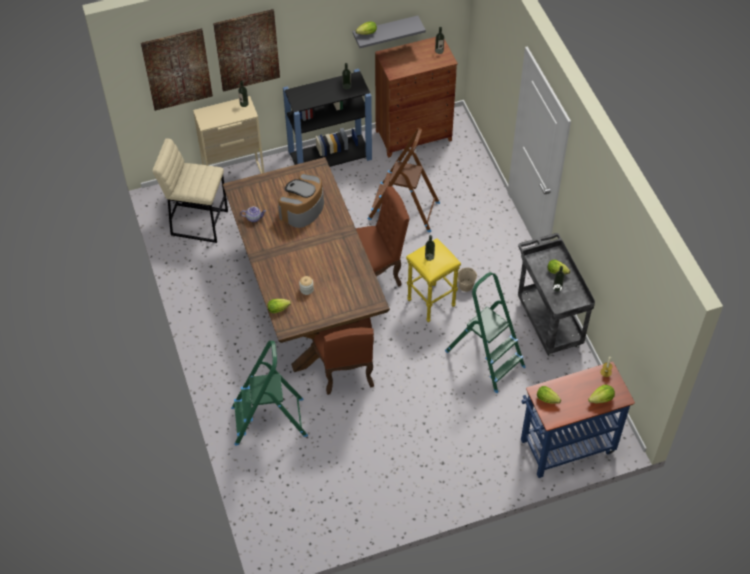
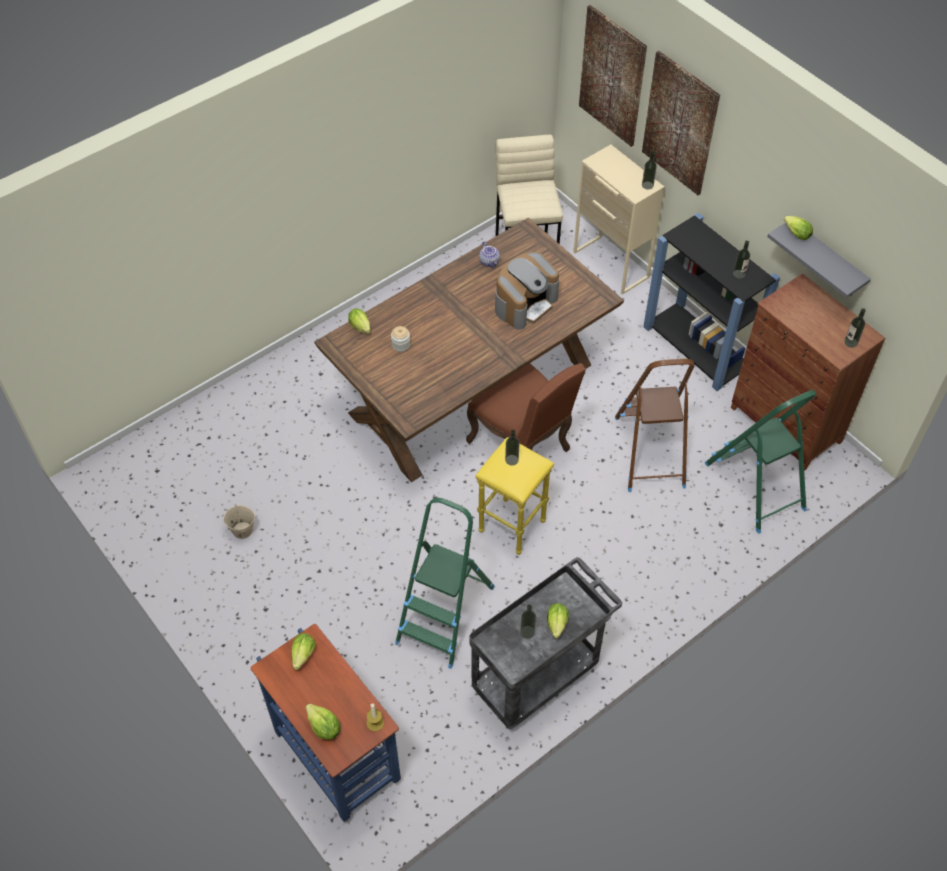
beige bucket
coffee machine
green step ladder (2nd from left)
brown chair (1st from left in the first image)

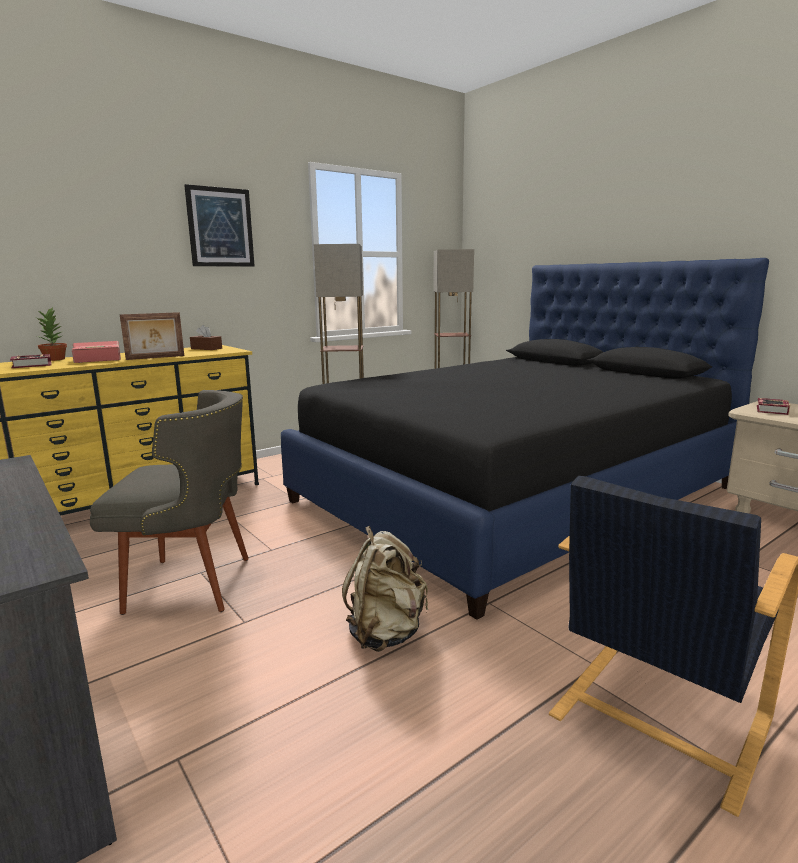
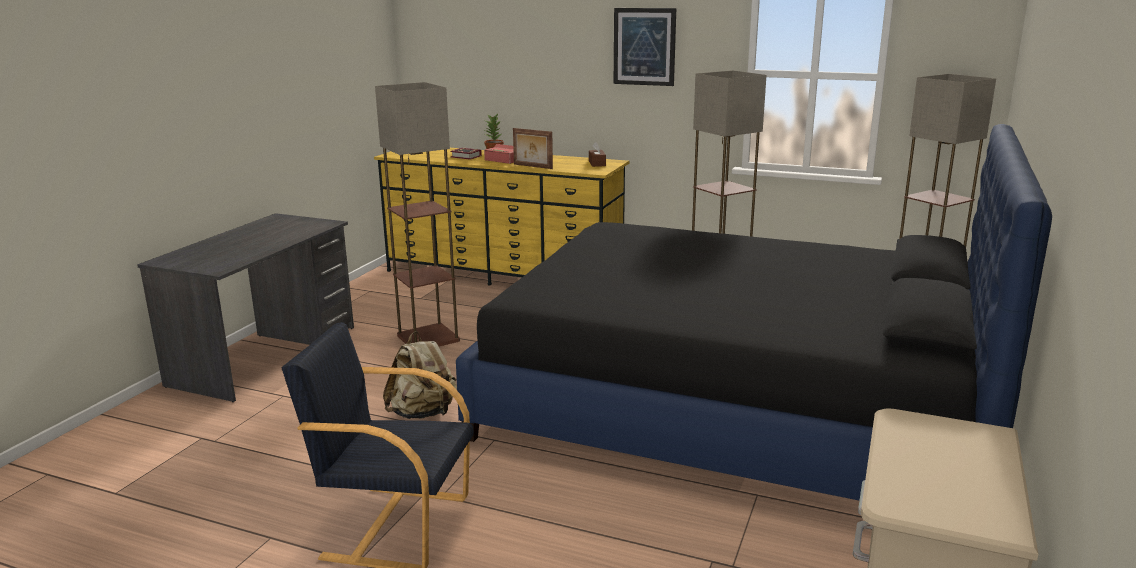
floor lamp (1st from left)
book (2nd from left in the first image)

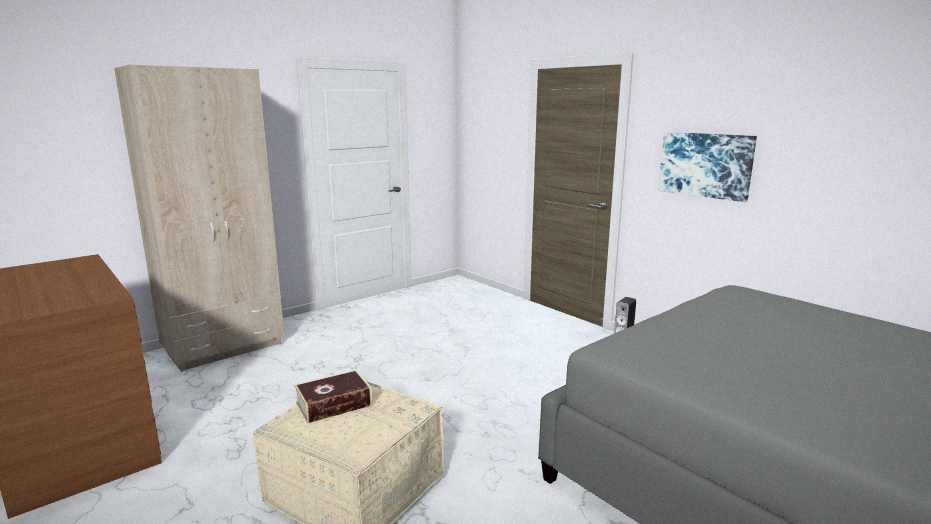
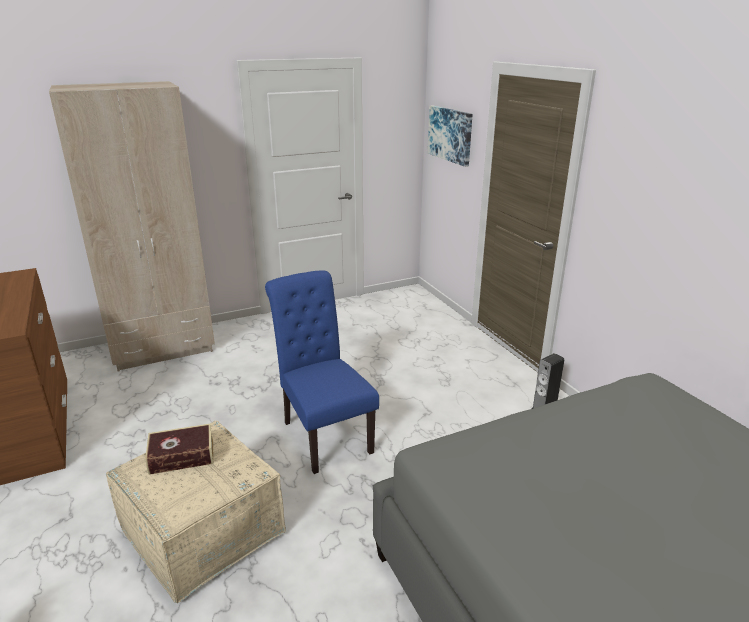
blue chair
picture

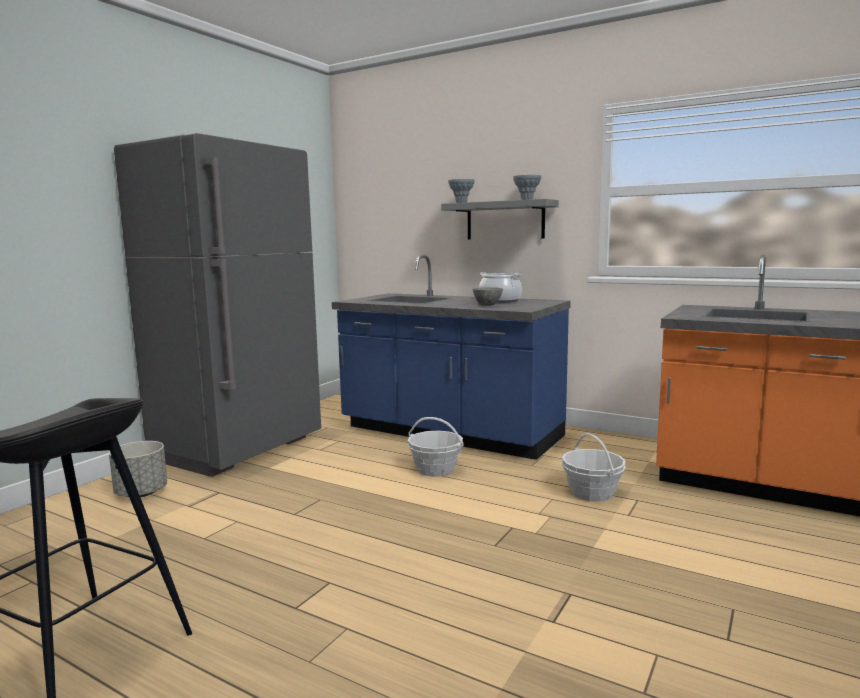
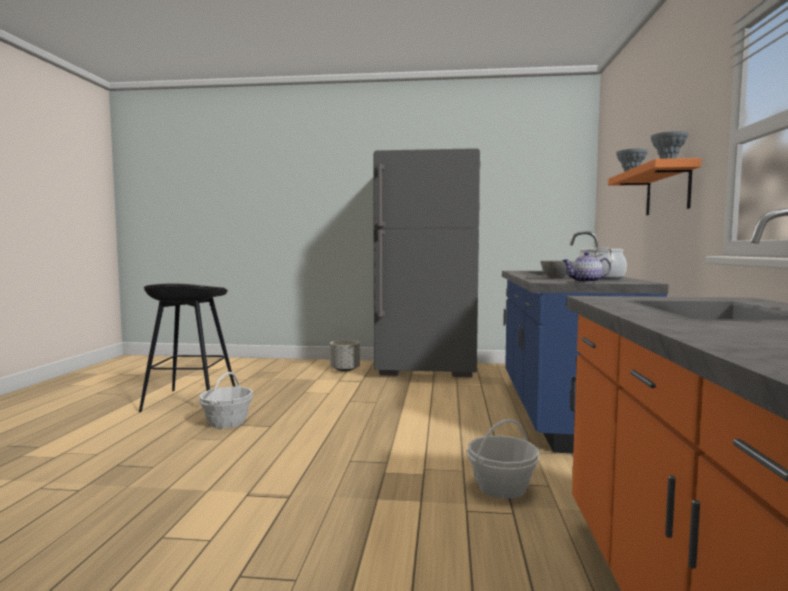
basket (1st from left)
teapot
orange shelf

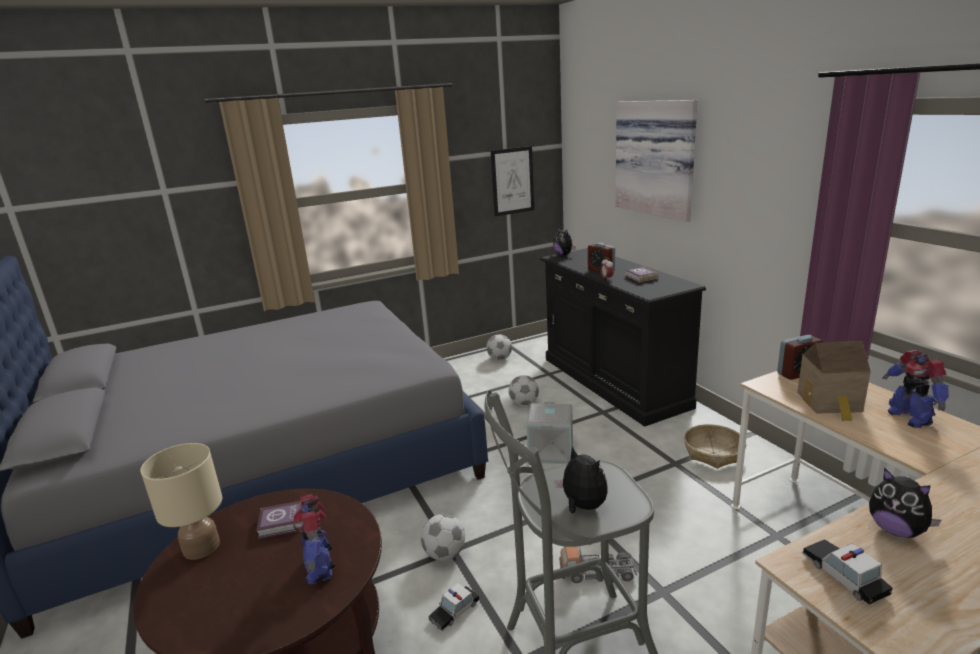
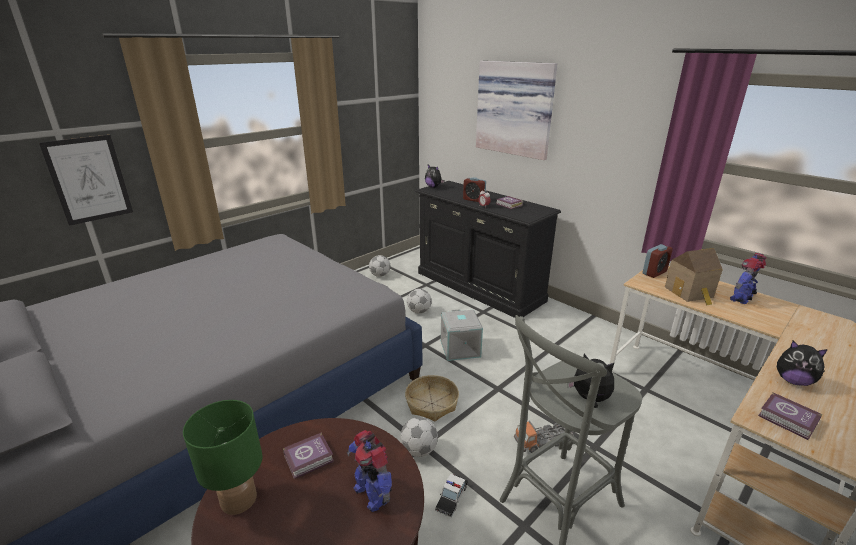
picture (1st from left)
green table lamp
basket
toy robot (2nd from left)
book (3rd from left)

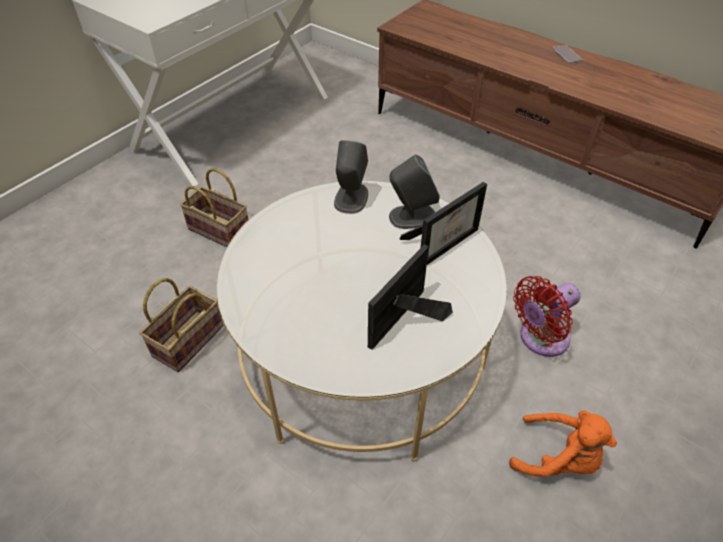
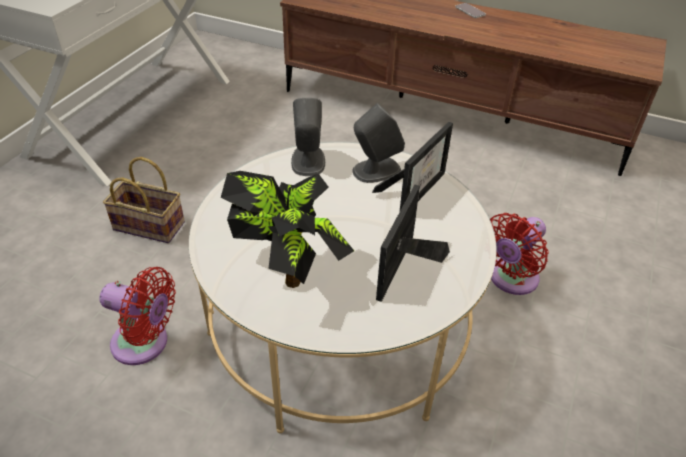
red fan (1st from left)
potted plant
orange plush toy

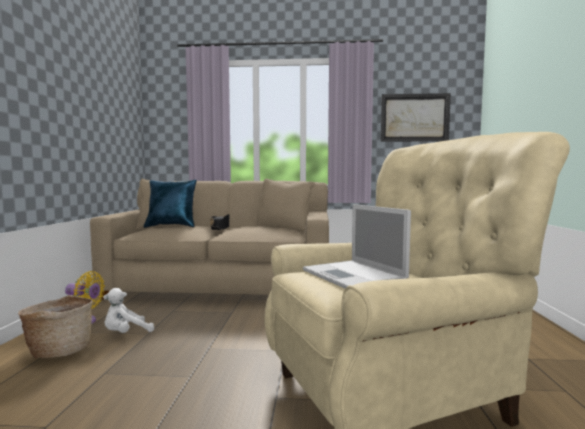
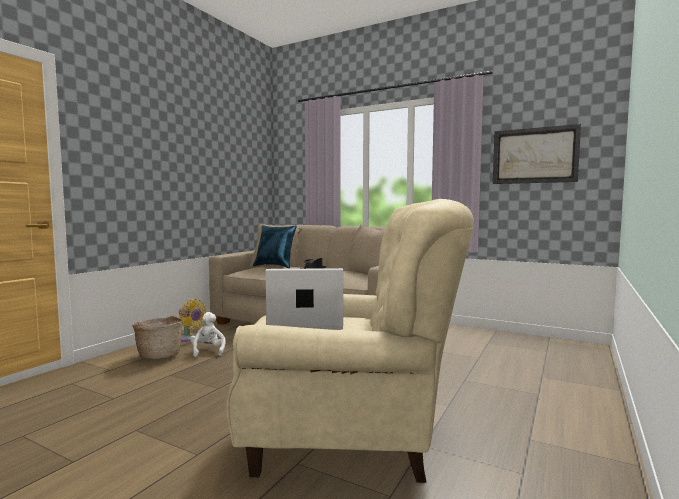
white plush toy
laptop

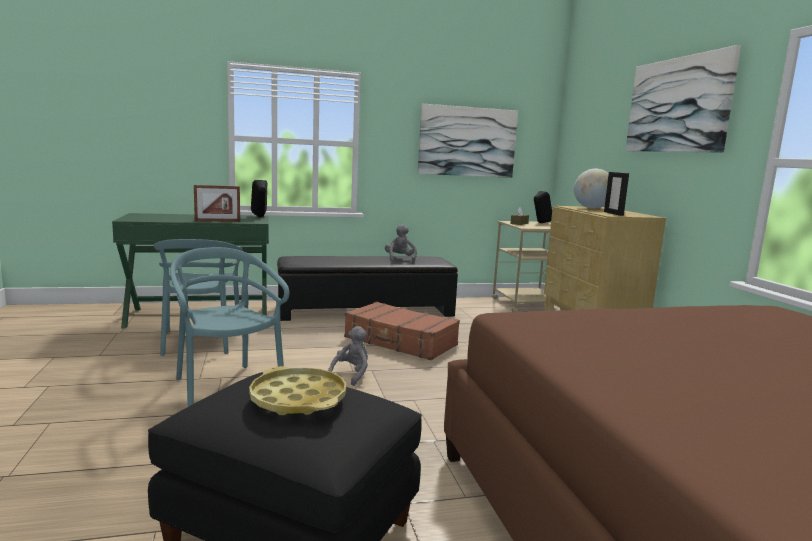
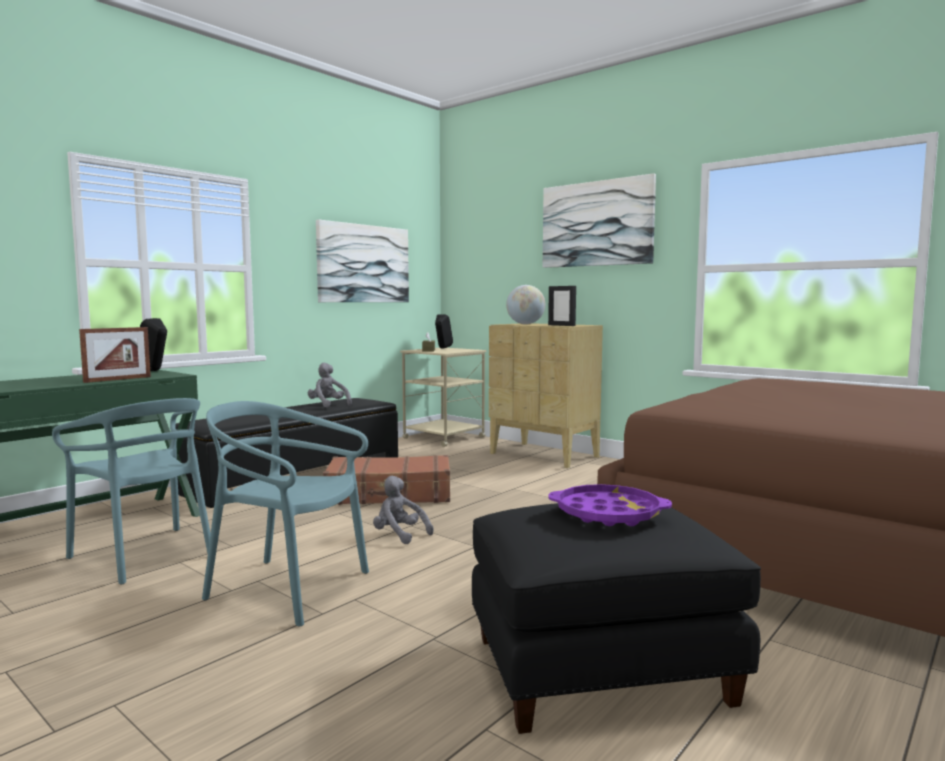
grey plush toy (2nd from left)
purple tray

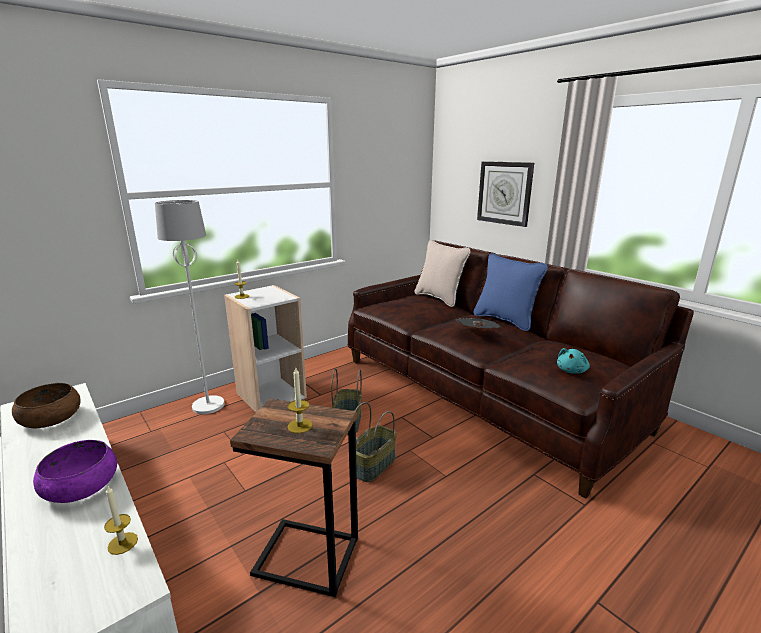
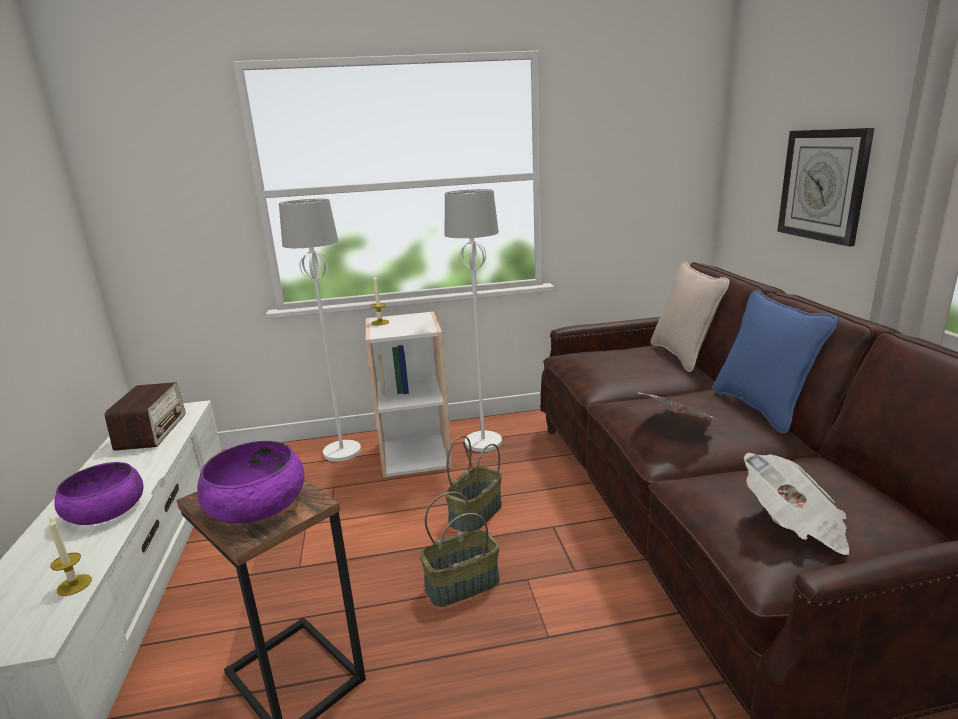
radio
purple bowl (2nd from left)
white floor lamp (2nd from left)
newspaper (2nd from left)

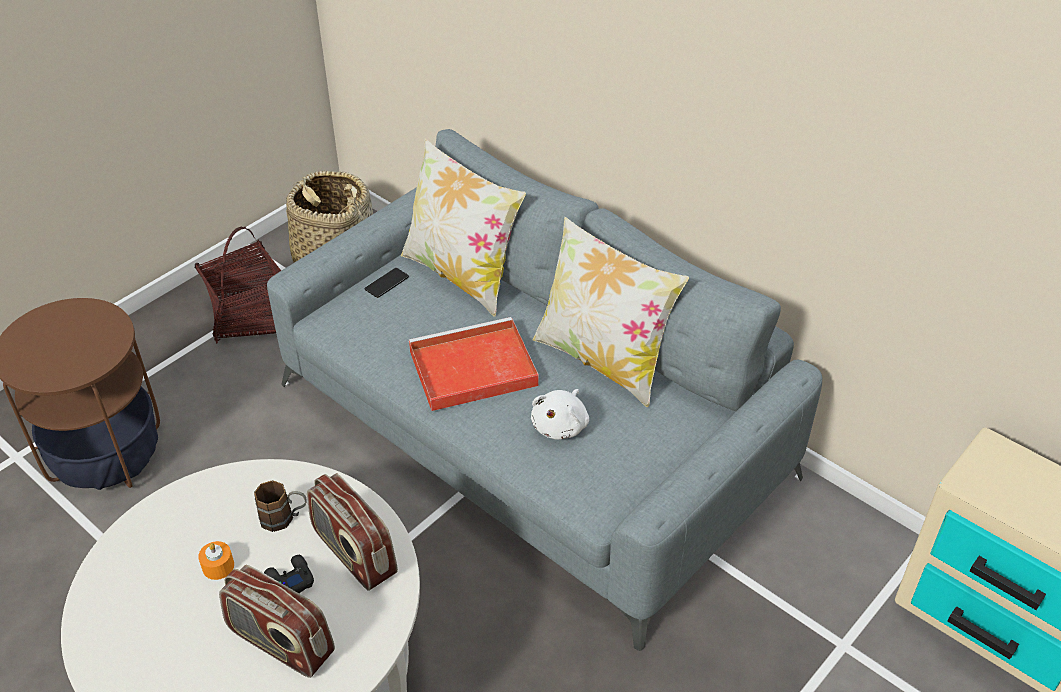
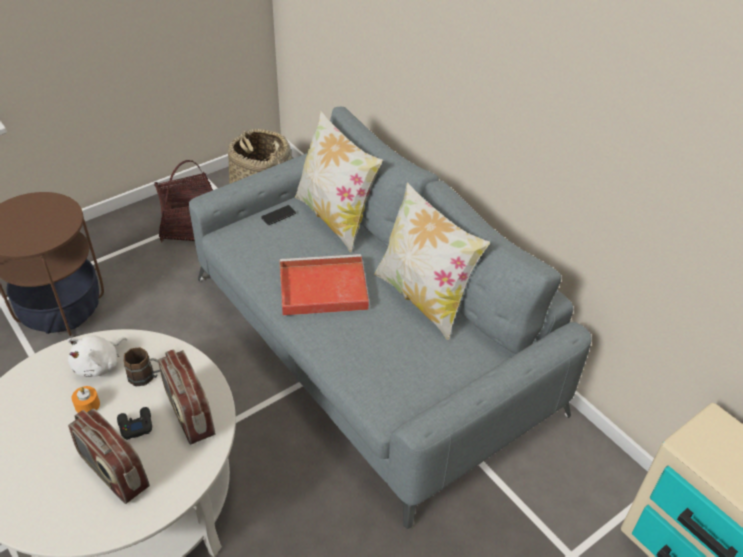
white plush toy

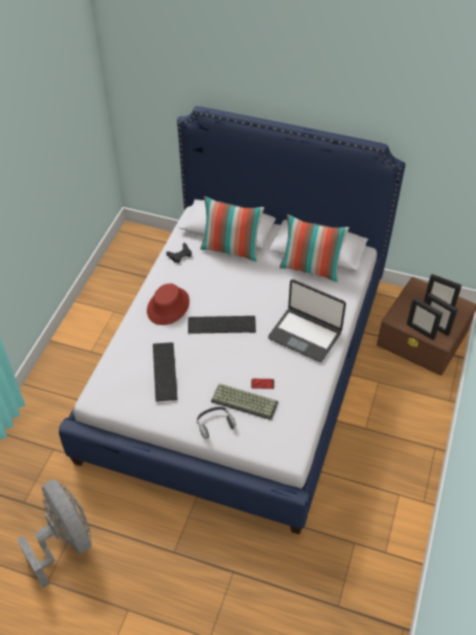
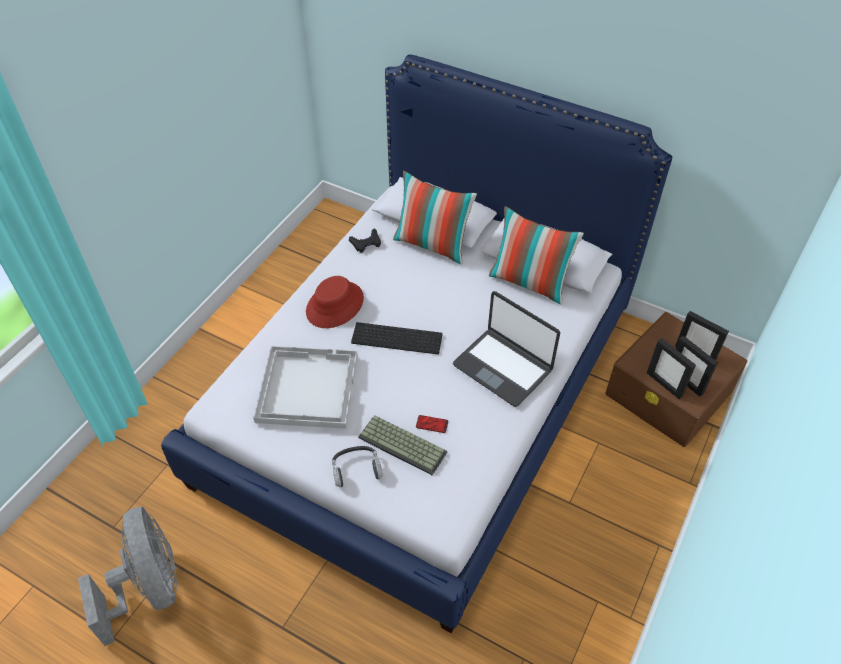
white tray

